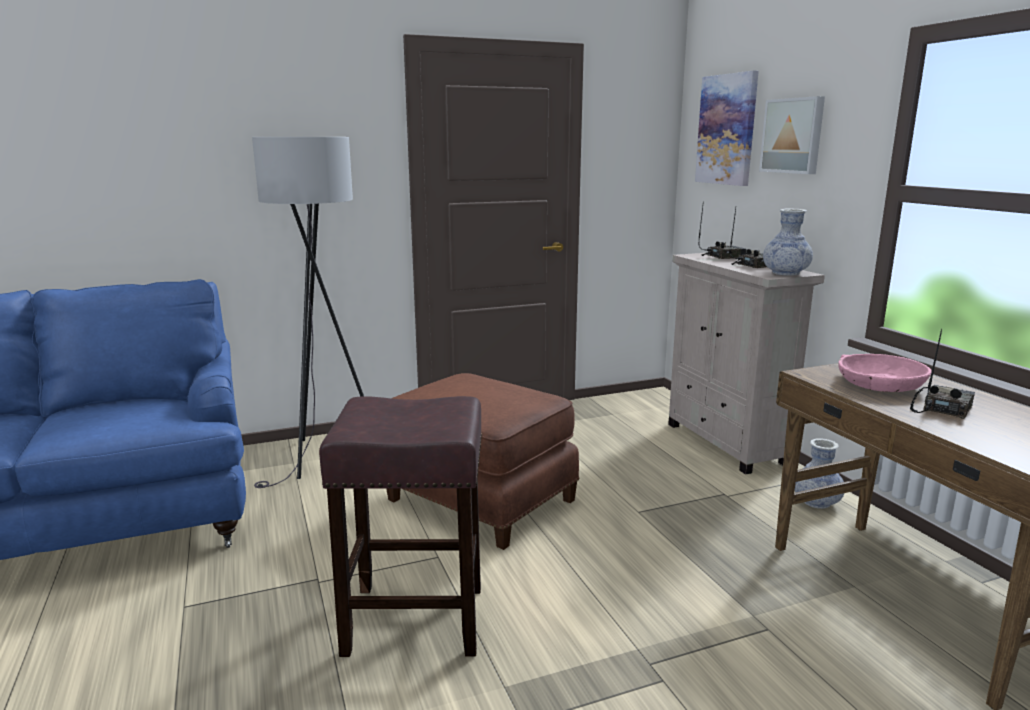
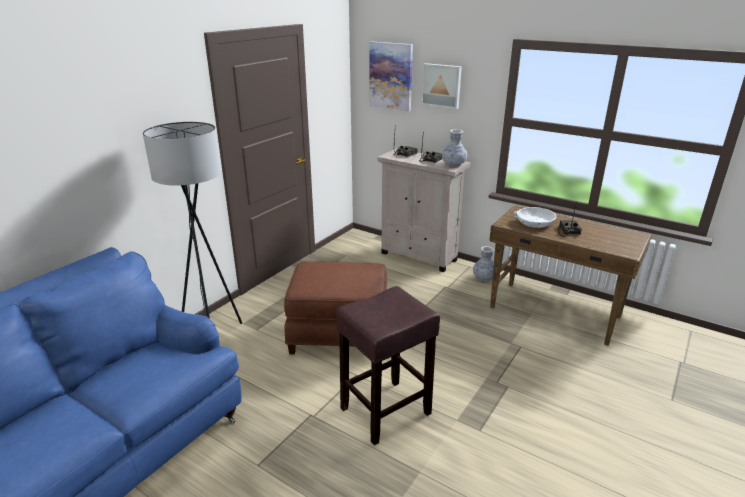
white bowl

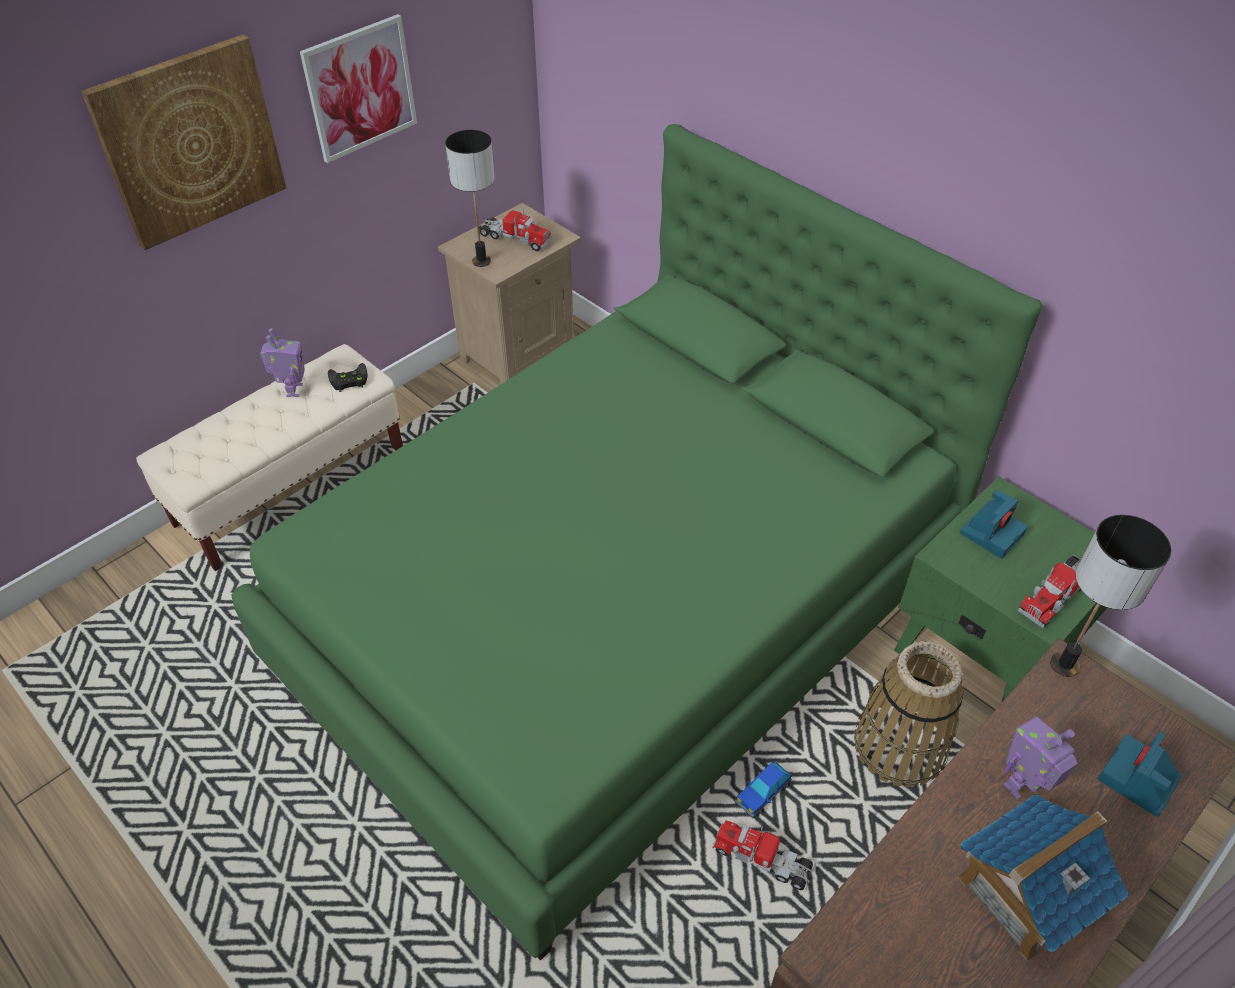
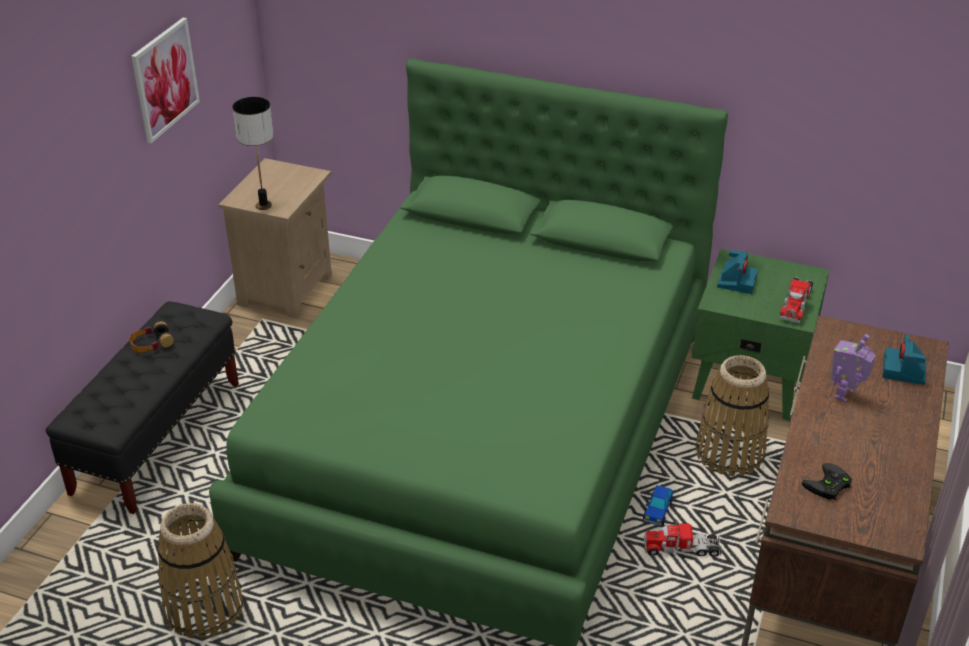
black bench
headphones
basket (1st from left)
black game controller
picture (1st from left in the first image)
toy truck (1st from left in the first image)
toy house
table lamp (2nd from left in the first image)

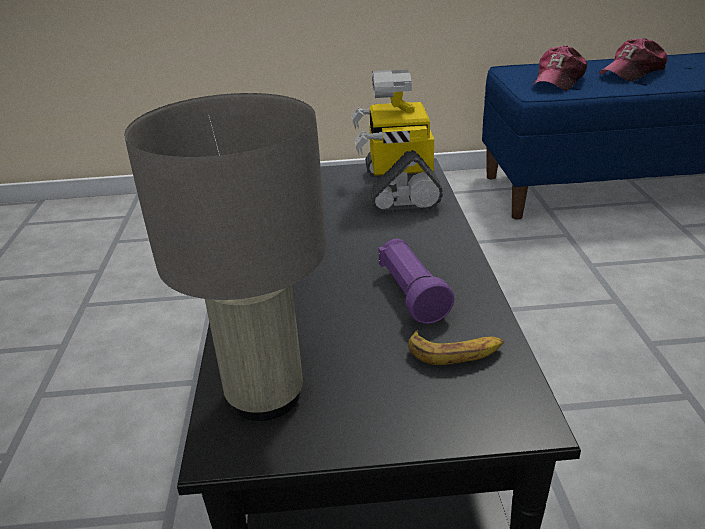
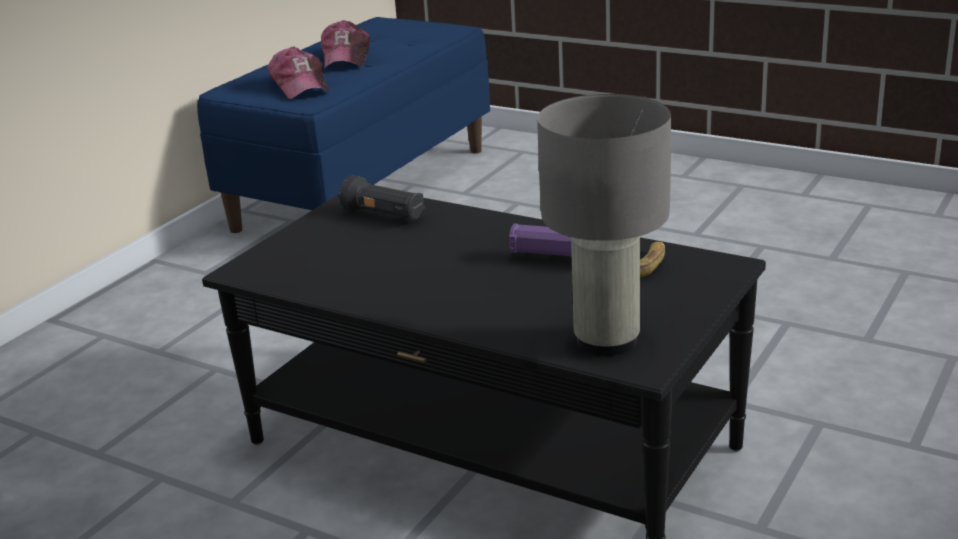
black flashlight

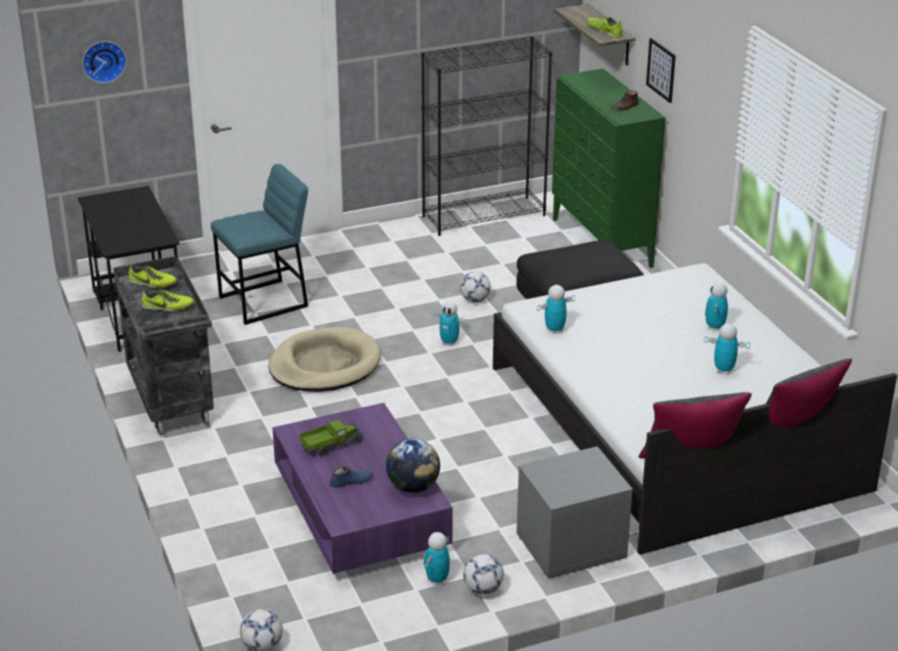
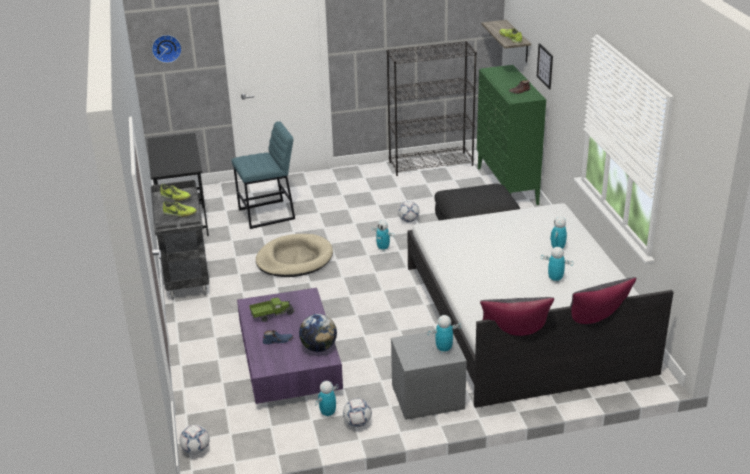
toy robot (3rd from left)

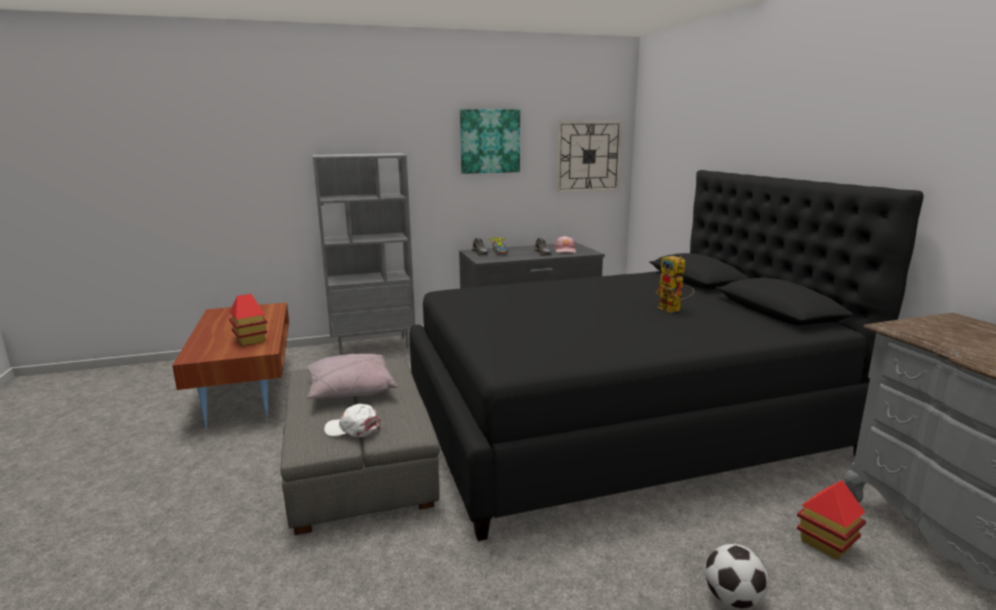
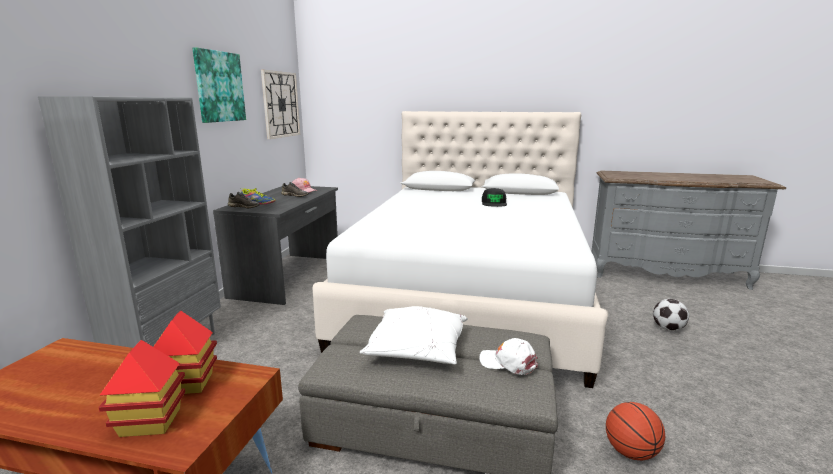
toy house (1st from left)
white bed
white pillow
white cap
black cap
basketball

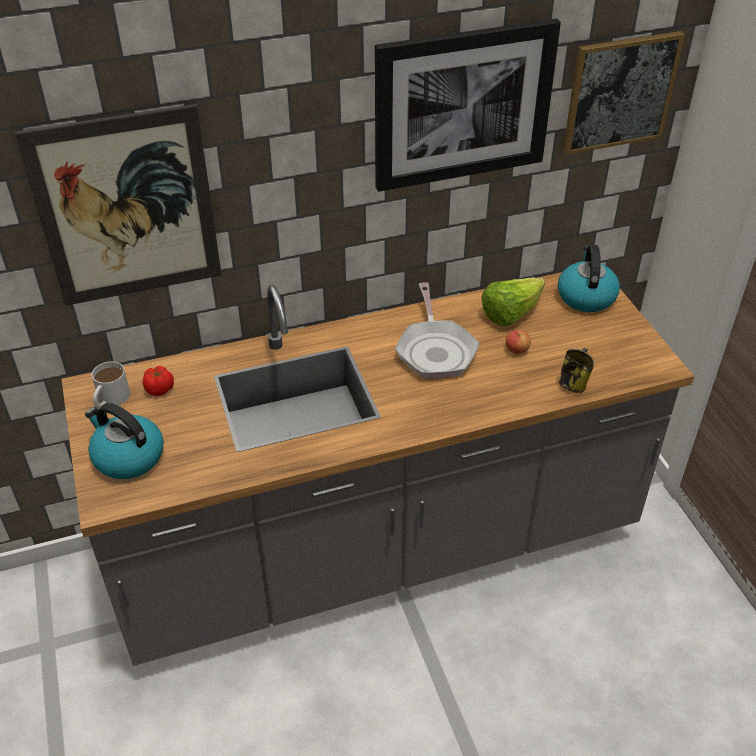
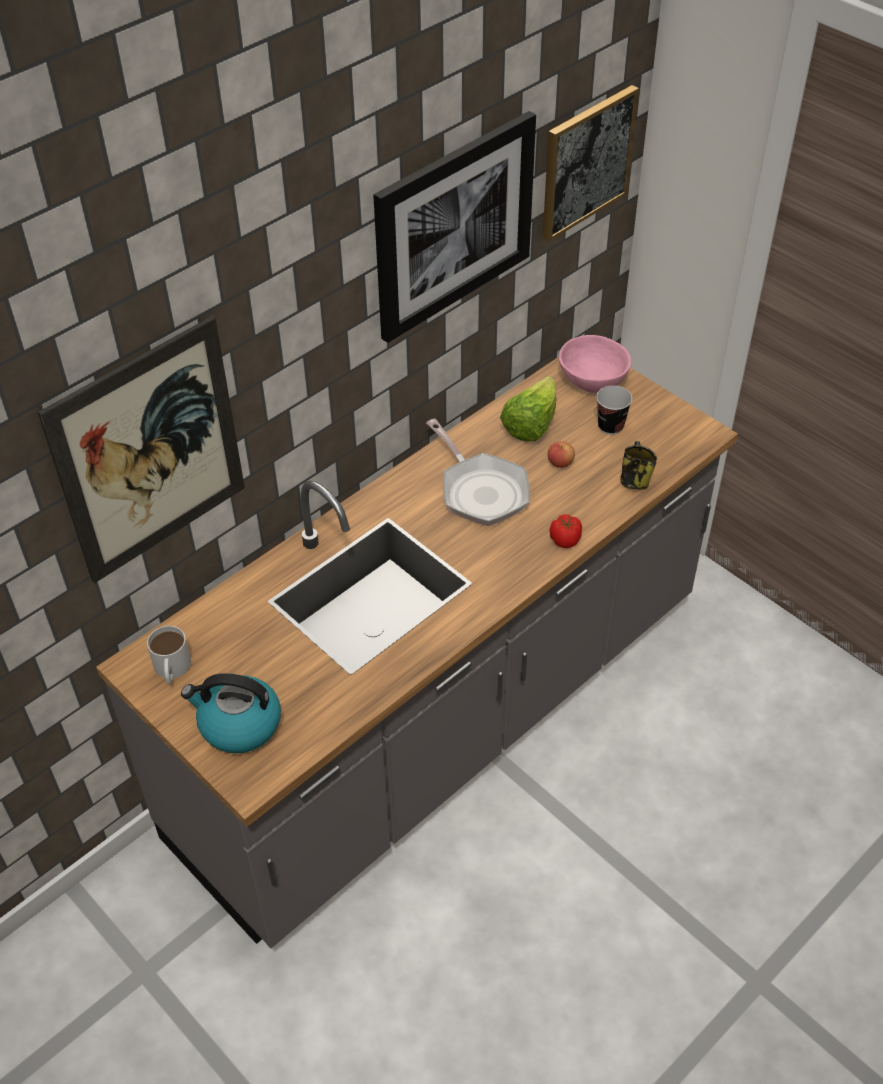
tomato
pink bowl
cup

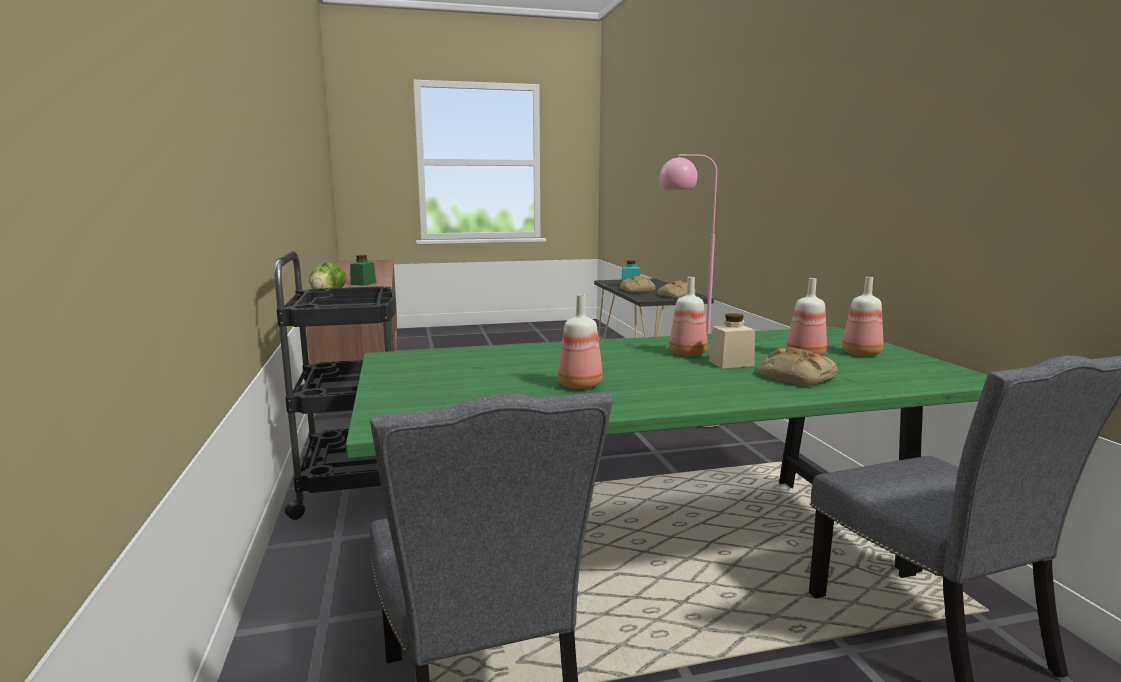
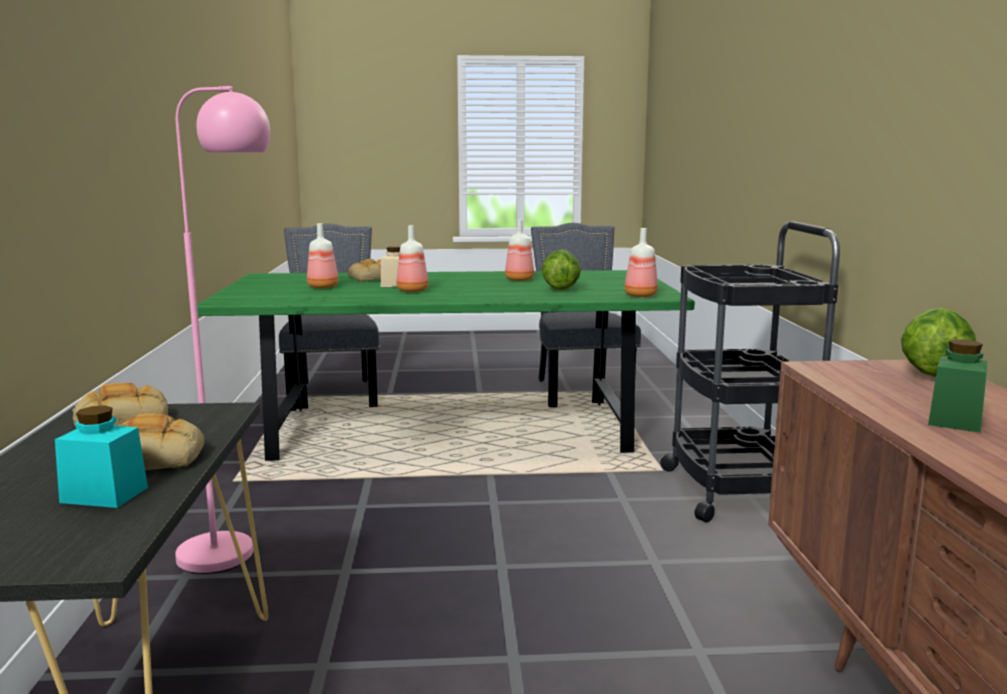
lettuce (1st from left)
bottle (4th from left)

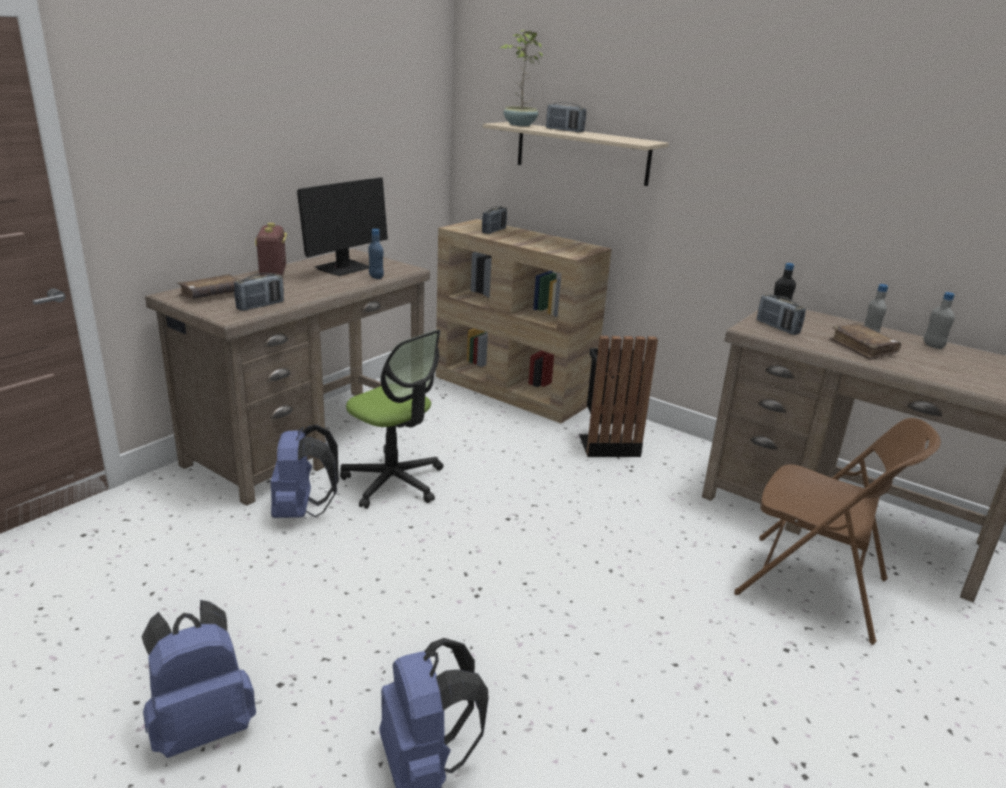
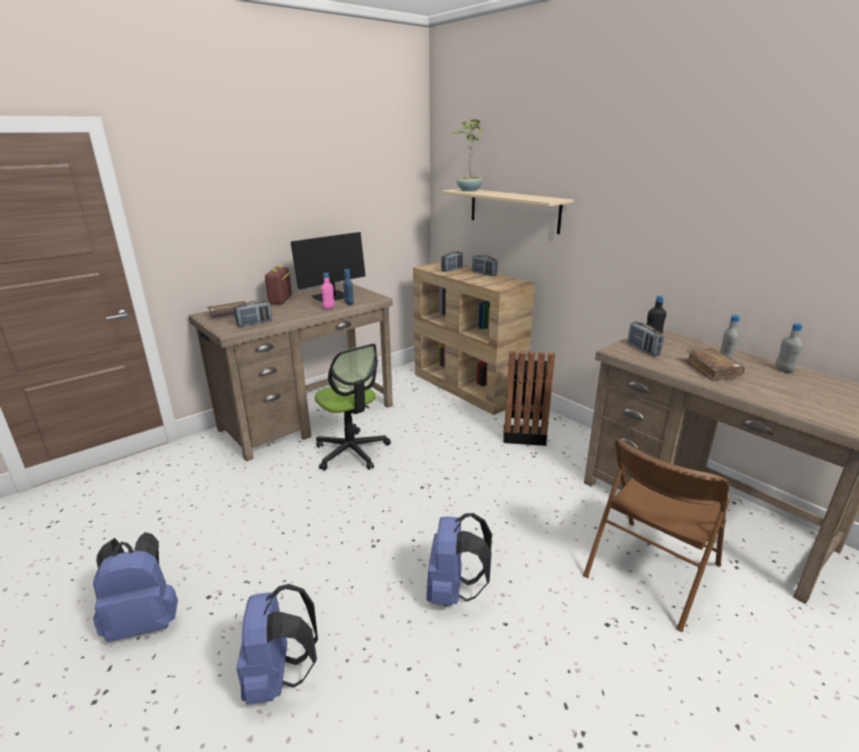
pink bottle
blue backpack (3rd from left)
radio (4th from left)
brown chair

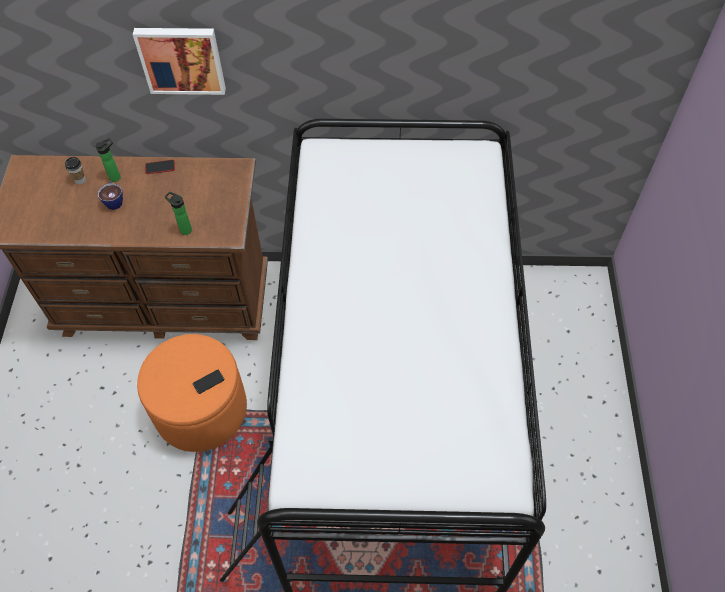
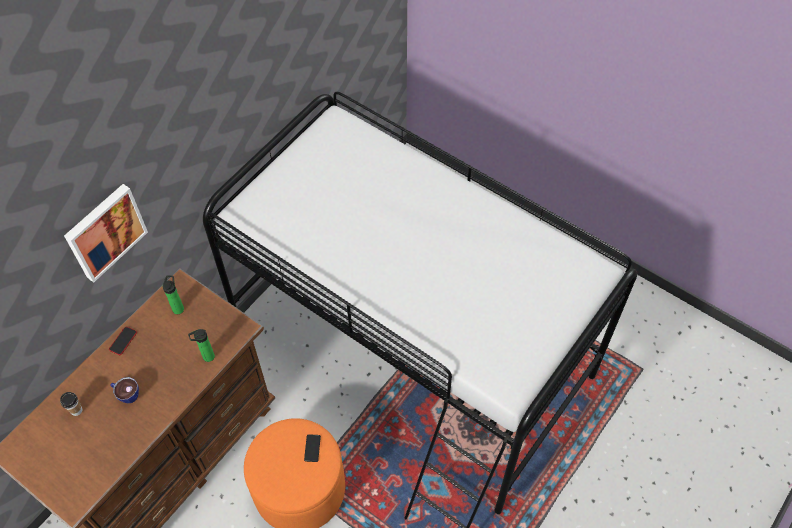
bottle (1st from left)

